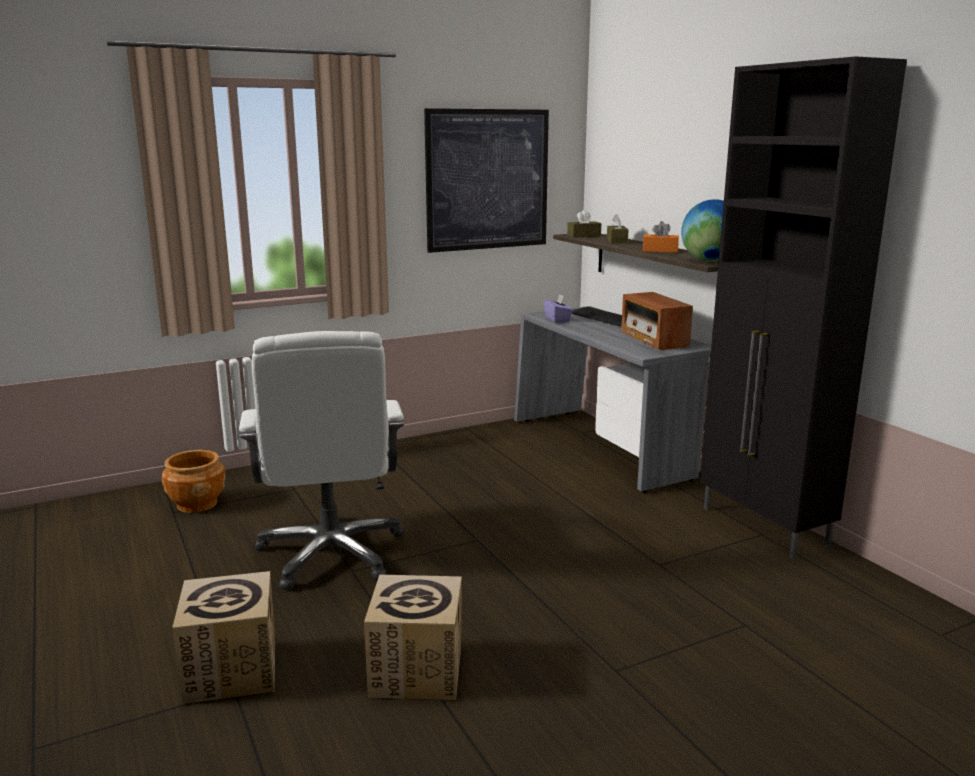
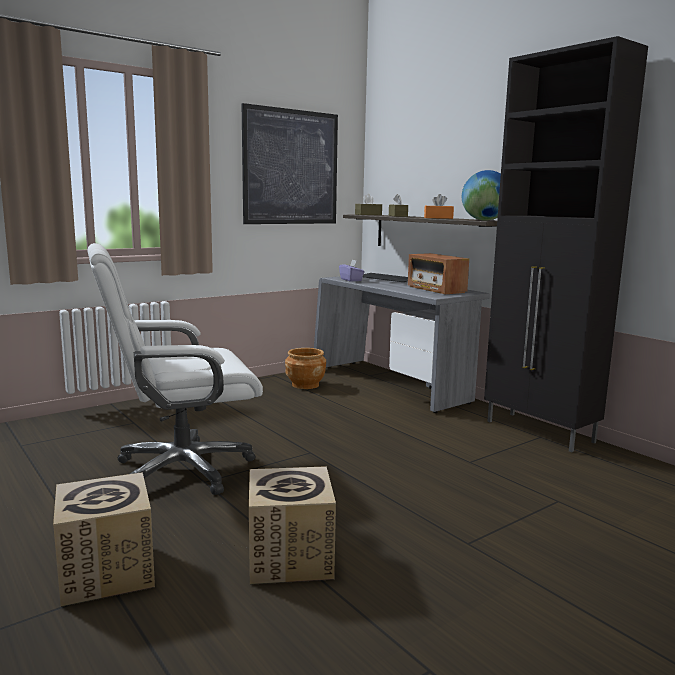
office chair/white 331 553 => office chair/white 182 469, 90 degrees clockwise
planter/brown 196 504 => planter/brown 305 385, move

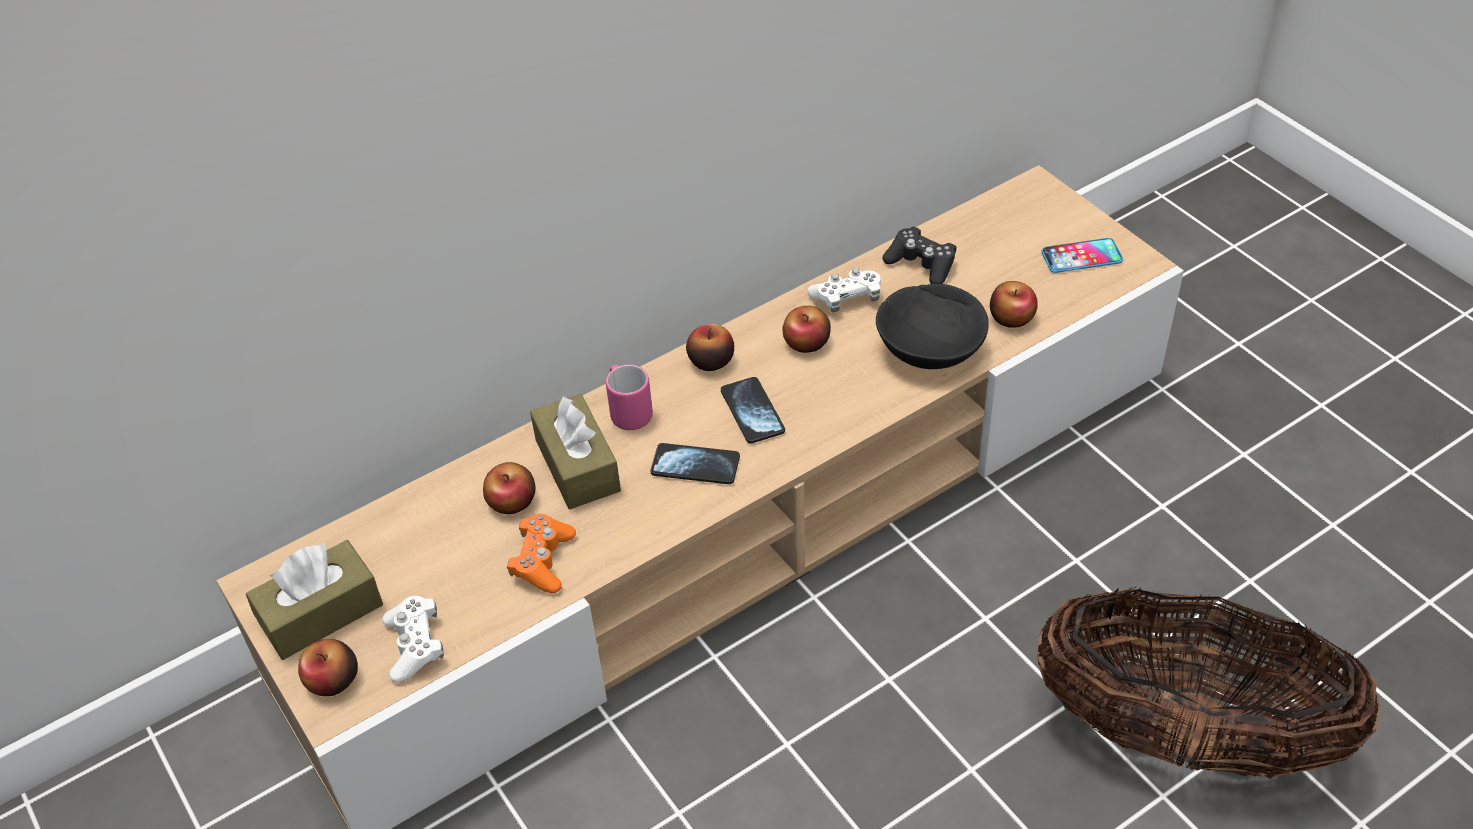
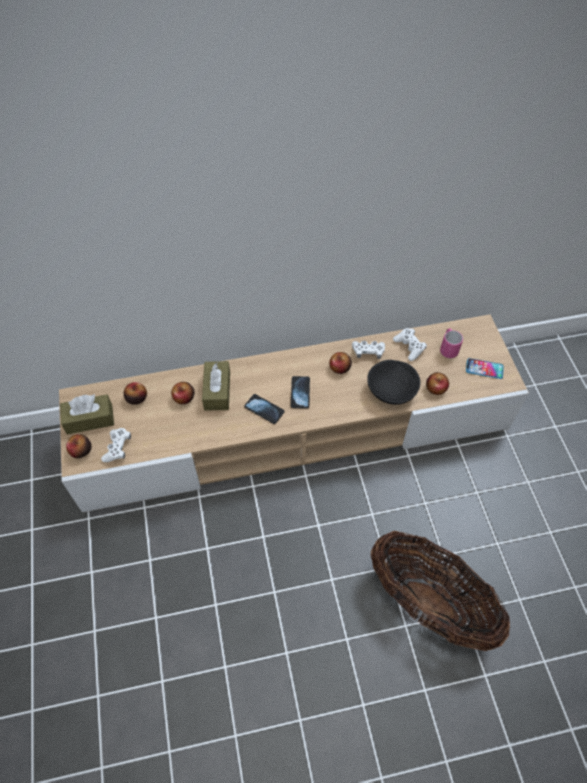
game controller/black 921 264 => game controller/white 409 347
apple 711 361 => apple 136 398, move
mug/pink 628 411 => mug/pink 448 349, move
game controller/orange 543 561 => nothing

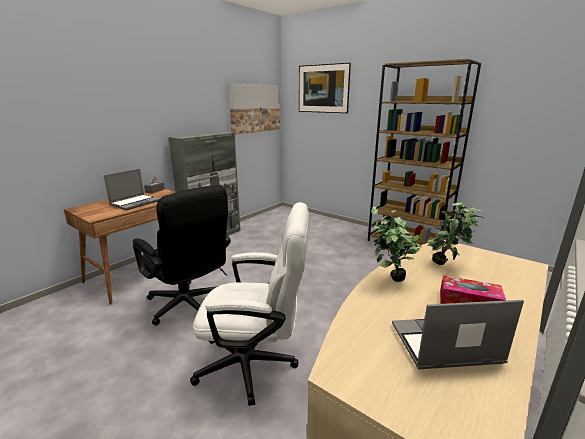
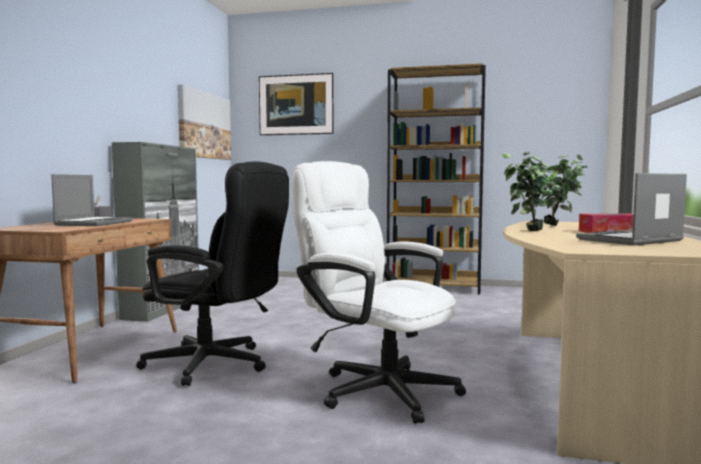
office chair/white 255 364 => office chair/white 376 388, 120 degrees counterclockwise

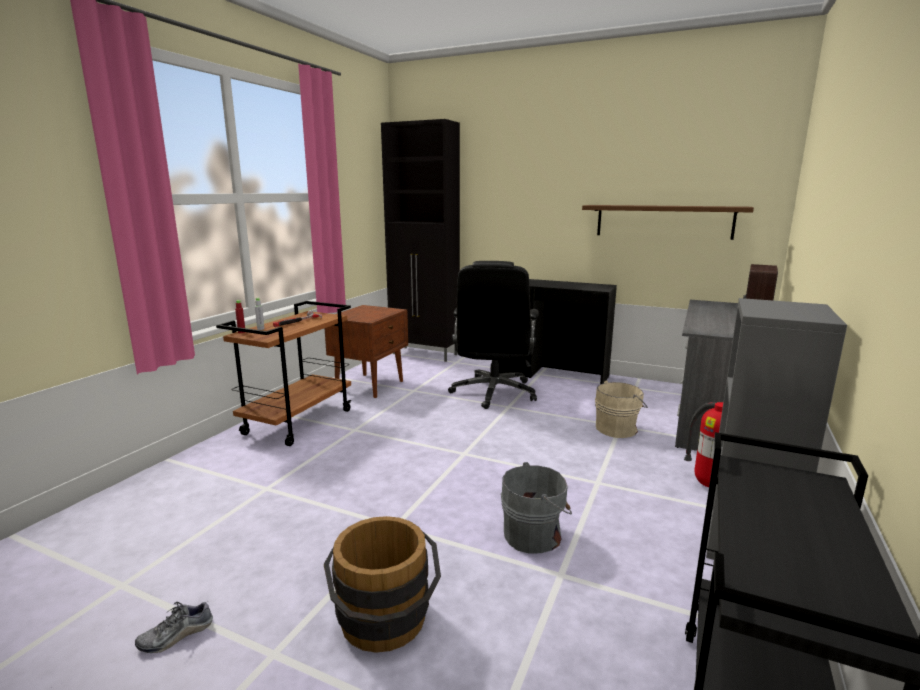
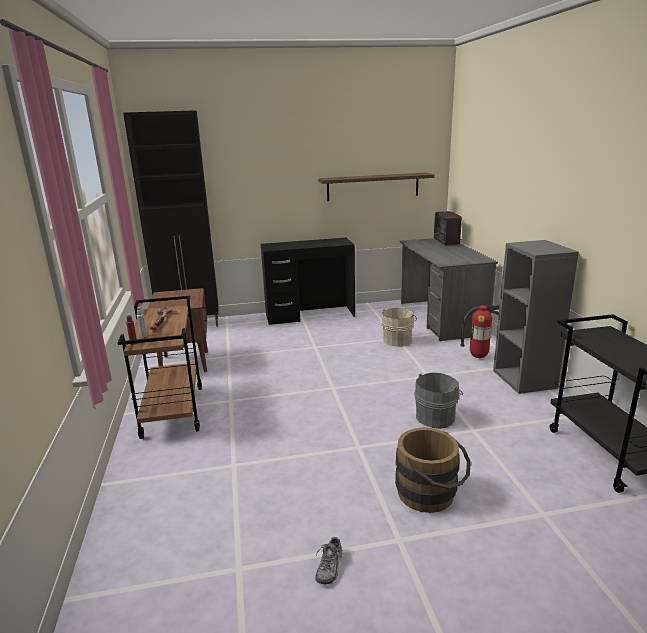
office chair/black 494 393 => nothing

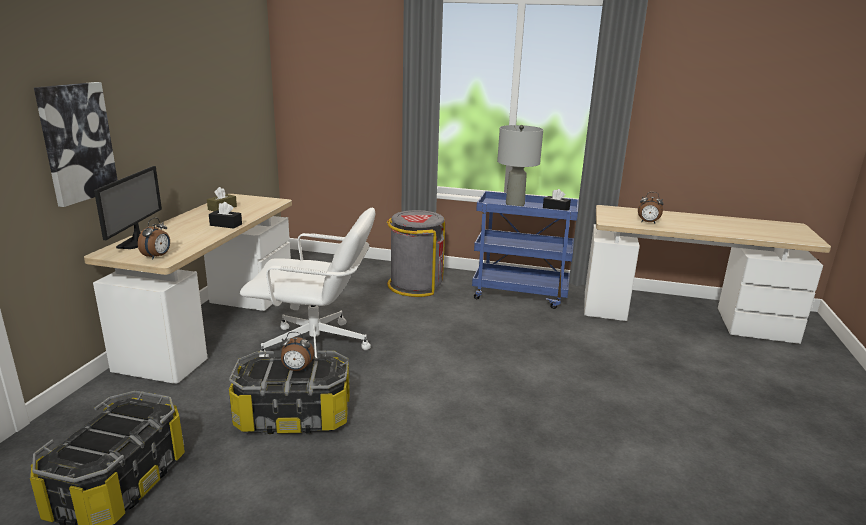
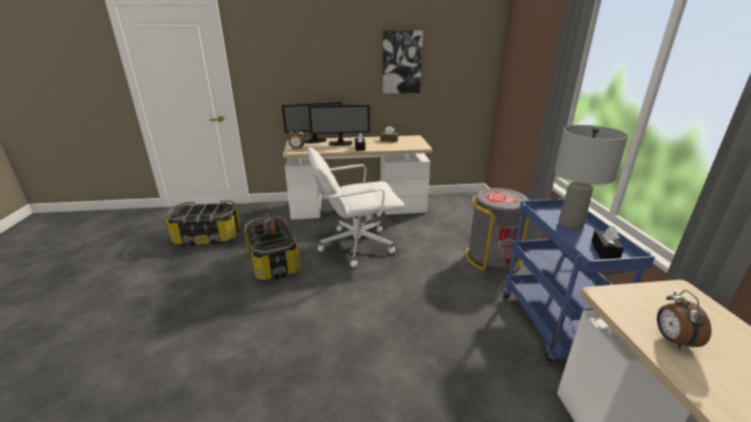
picture 77 142 => picture 401 62, move
office chair/white 316 347 => office chair/white 355 245, 90 degrees clockwise
nothing => monitor 340 143

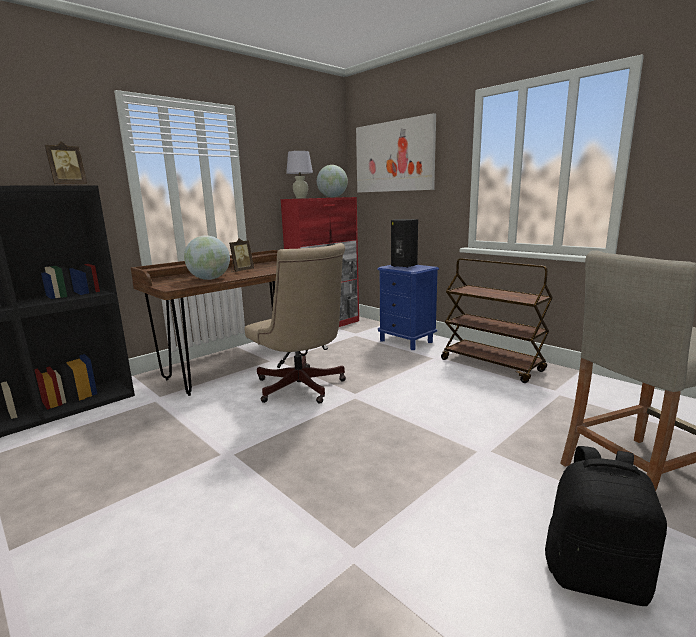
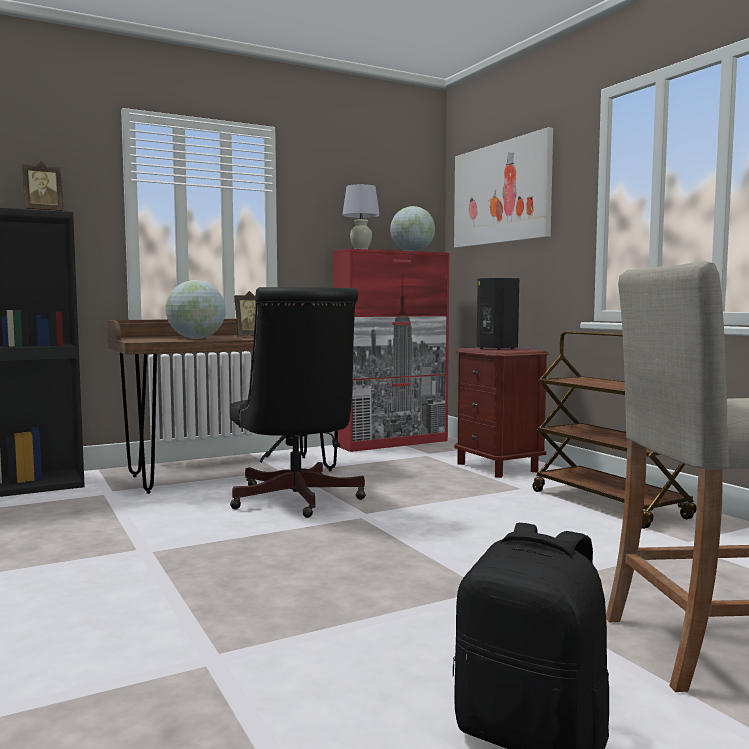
office chair/beige 301 389 => office chair/black 296 501
nightstand/blue 406 341 => nightstand/brown 497 467

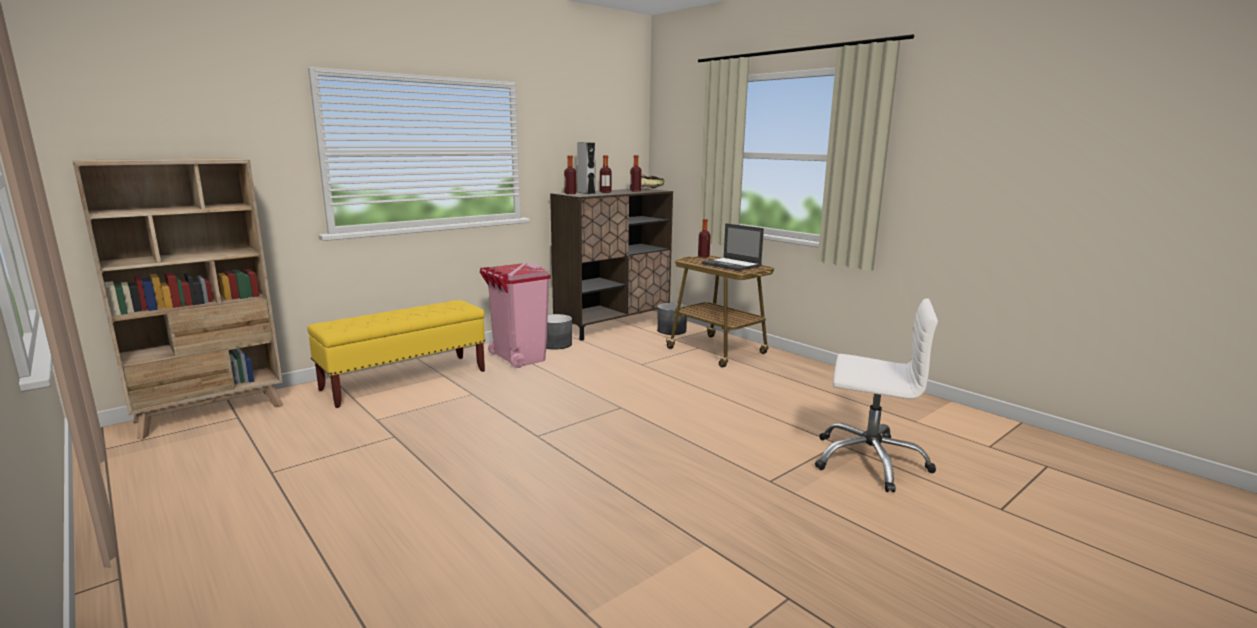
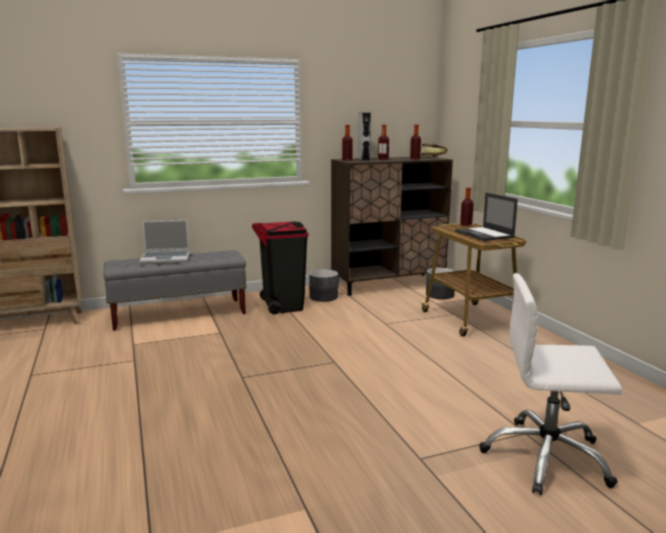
trash can/pink 519 358 => trash can/black 282 306
office chair/white 869 461 => office chair/white 546 457, 150 degrees clockwise
bench/yellow 405 380 => bench/grey 179 314
nothing => laptop 166 258

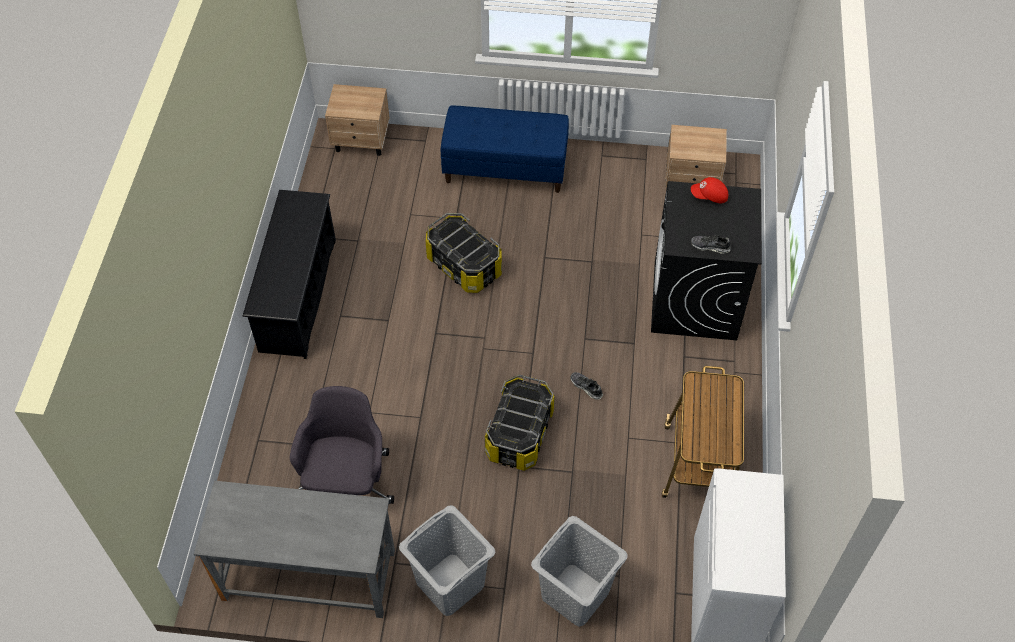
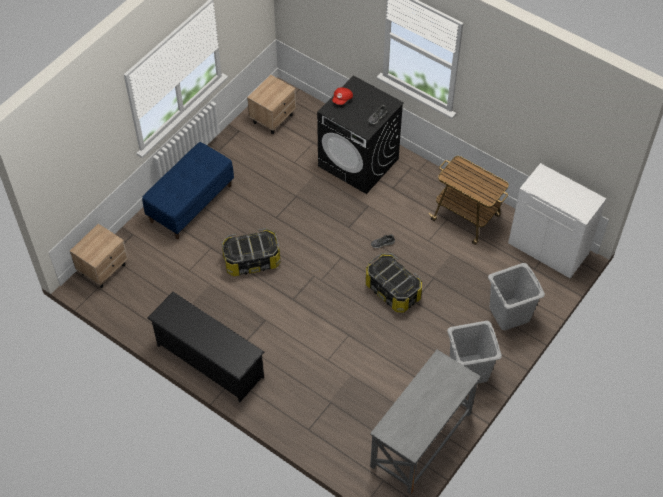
office chair/grey 348 485 => nothing

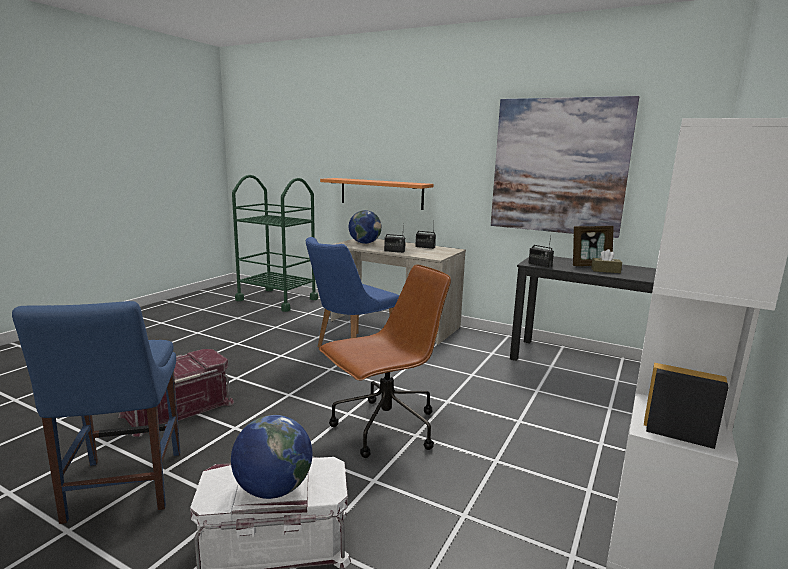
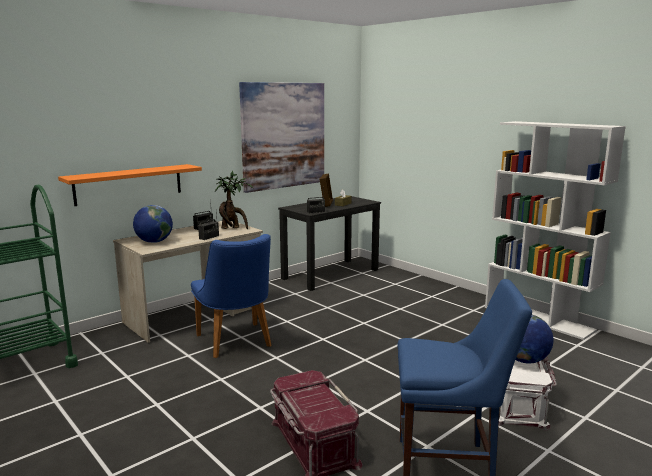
office chair/brown 384 429 => nothing
nothing => potted plant 233 228

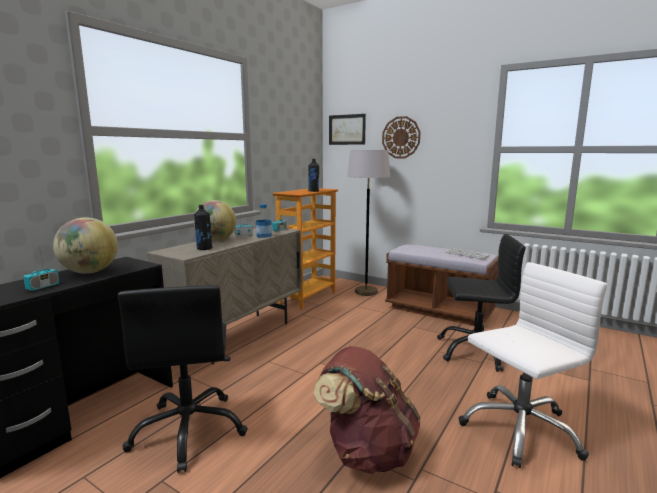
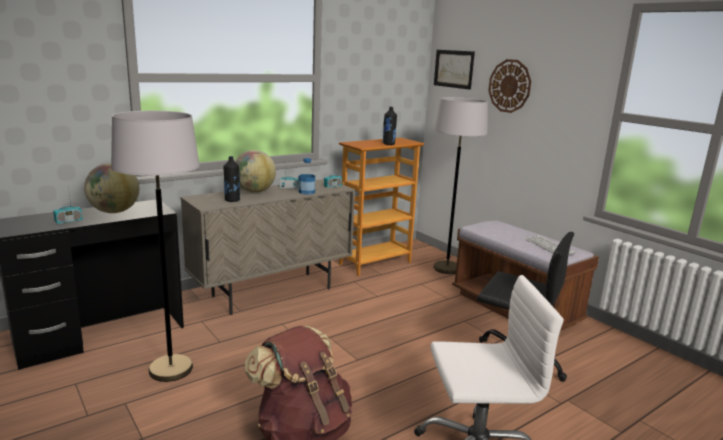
office chair/black 189 430 => floor lamp/grey 171 369

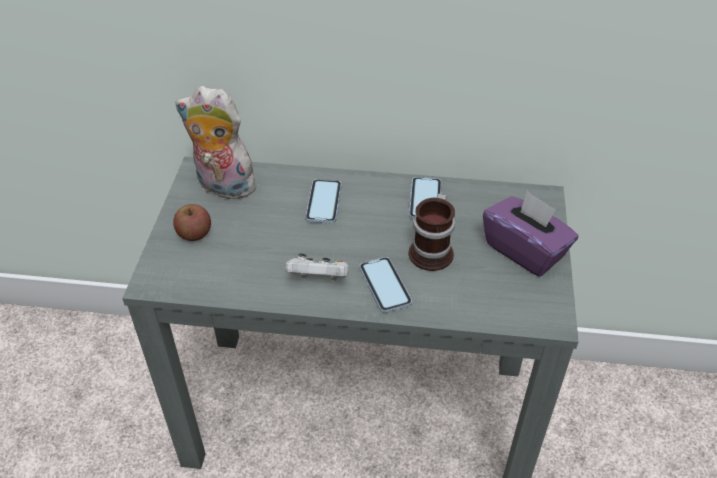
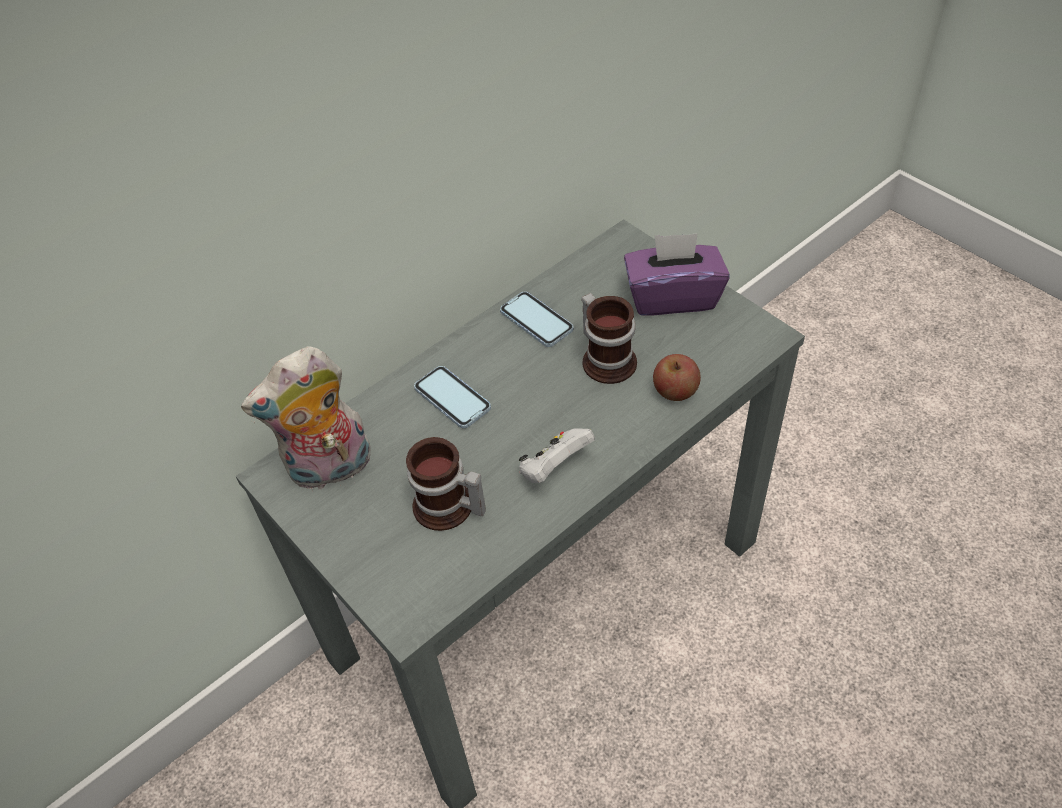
apple 194 234 => apple 675 390, move
phone 385 286 => nothing
nothing => mug 447 509

